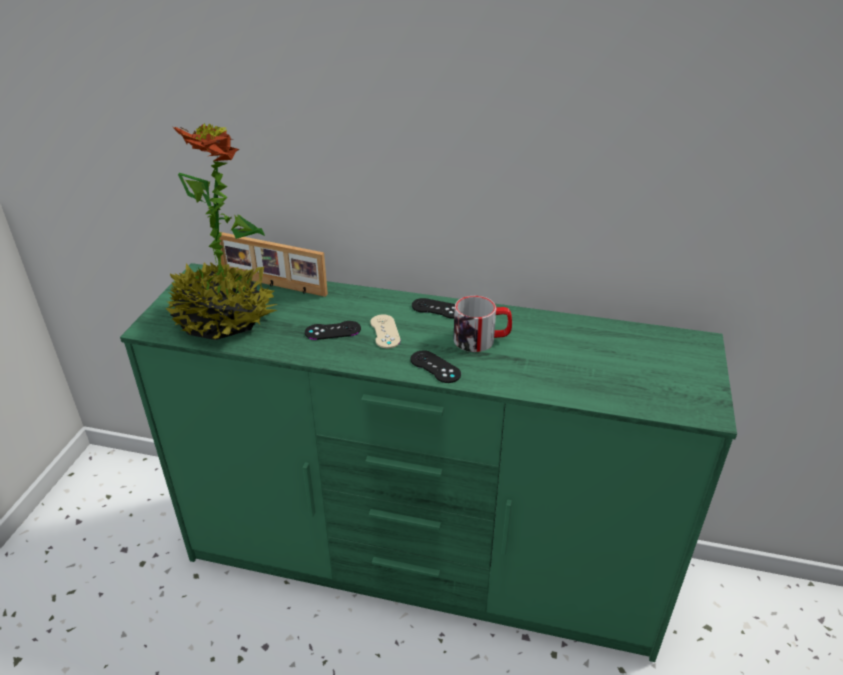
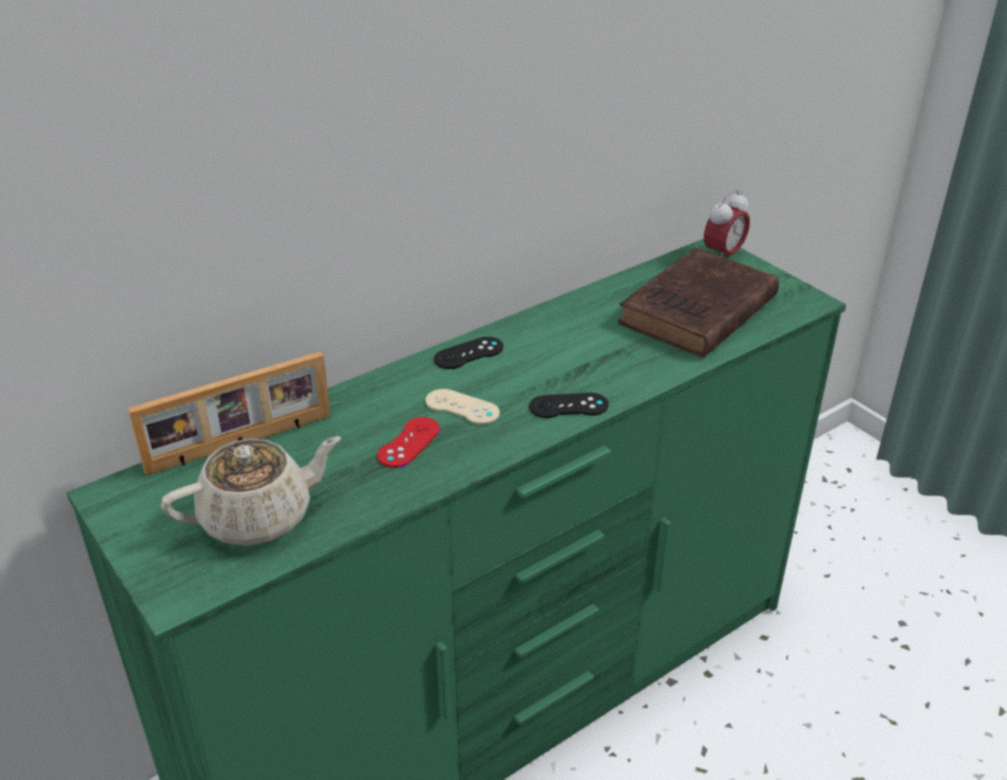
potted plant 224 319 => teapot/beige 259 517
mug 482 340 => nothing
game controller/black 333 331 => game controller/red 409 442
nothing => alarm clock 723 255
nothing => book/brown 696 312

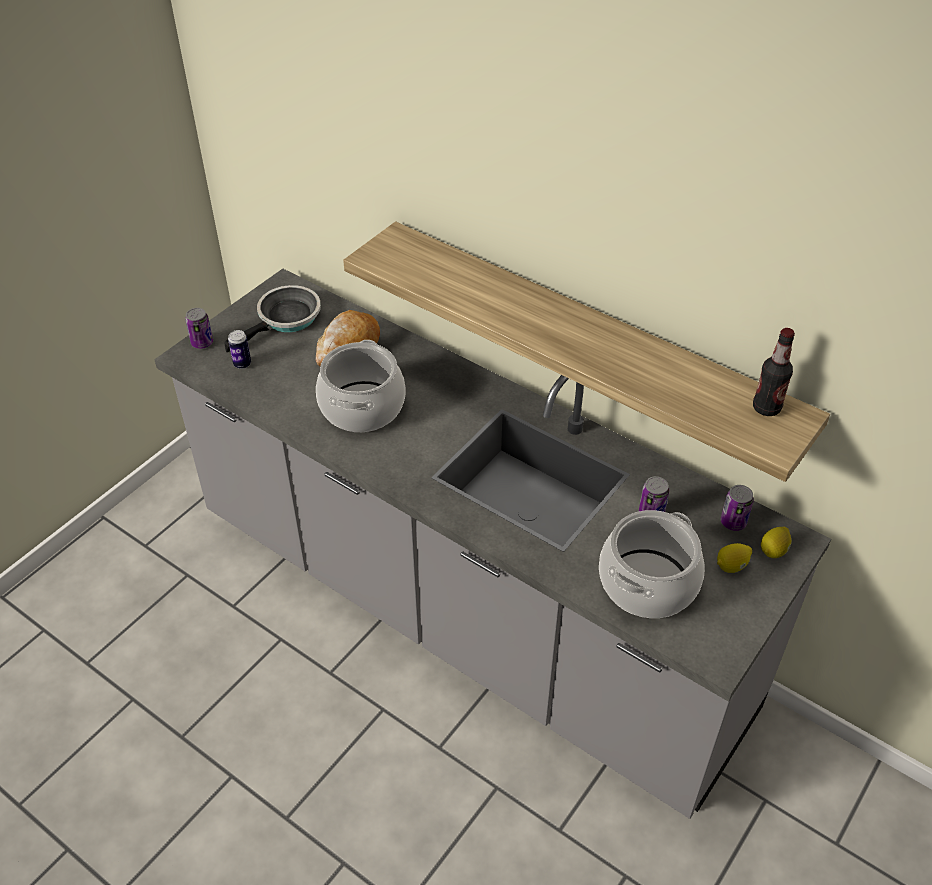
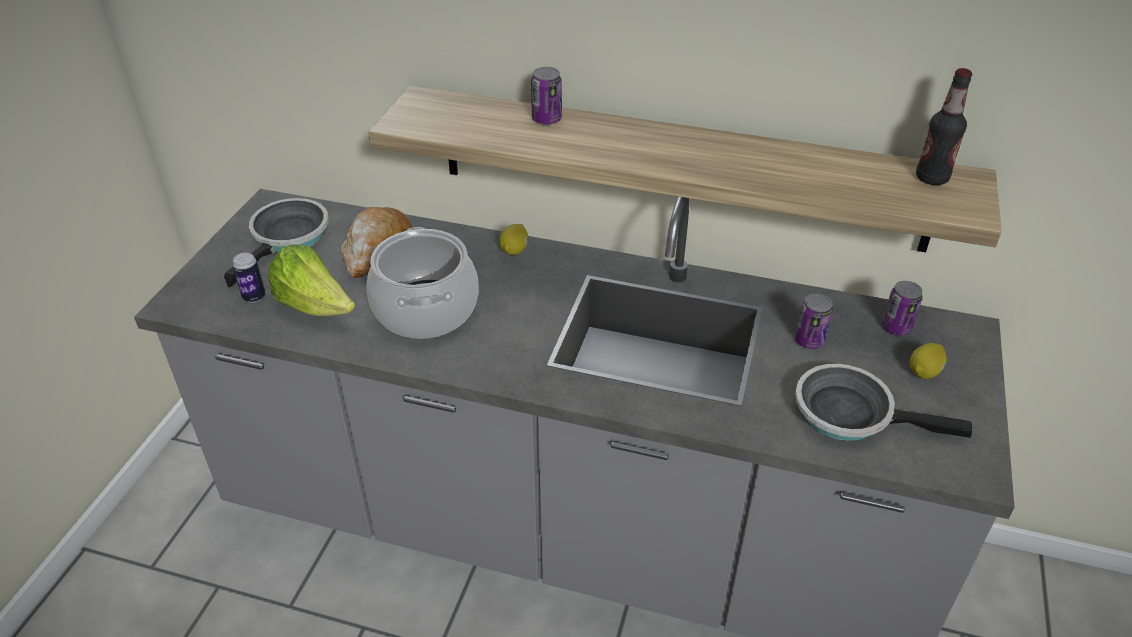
can 202 343 => can 546 119, move
cooking pot 647 583 => frying pan 851 414
lemon 773 551 => lemon 514 250, move
nothing => lettuce 315 306

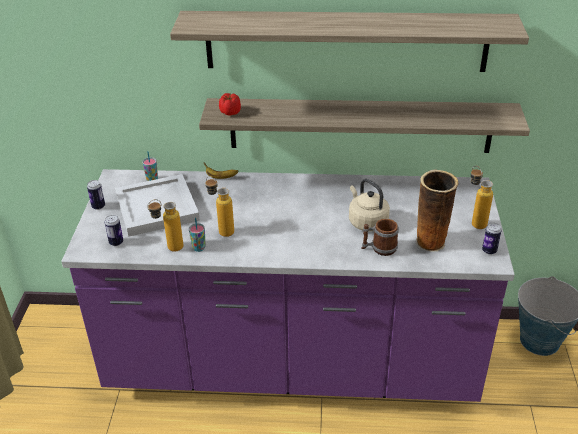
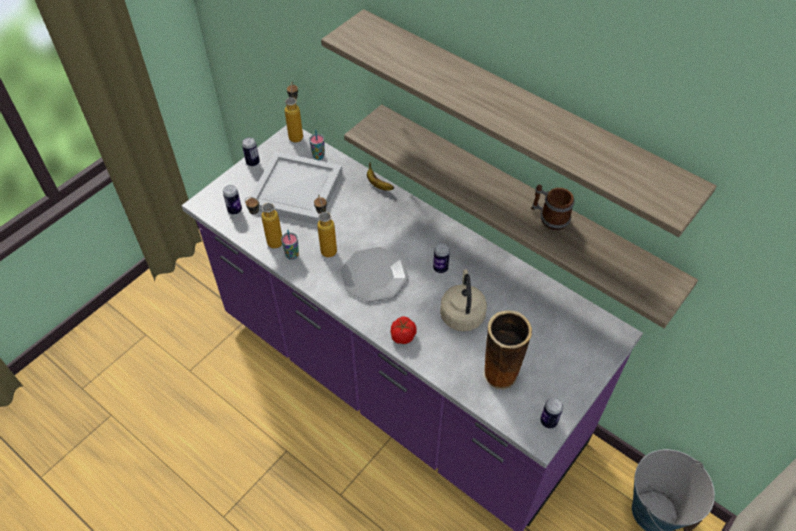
tomato 230 113 => tomato 402 336, move
bottle 474 221 => bottle 296 133, move
mug 379 248 => mug 549 217, move
nothing => can 440 268
nothing => plate 374 275

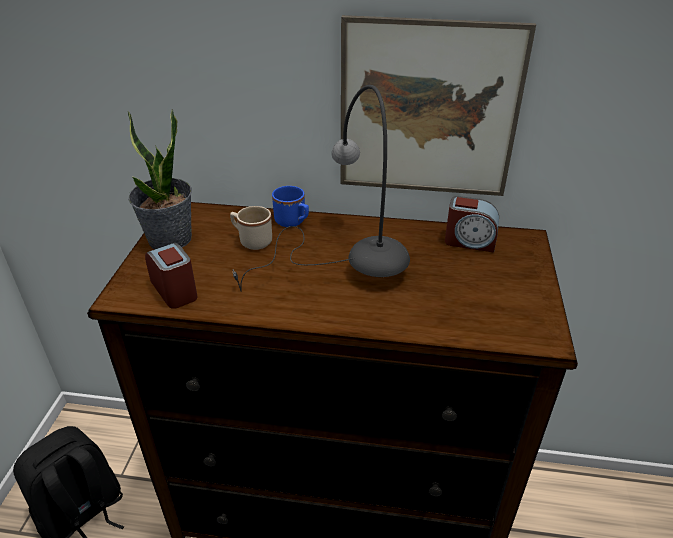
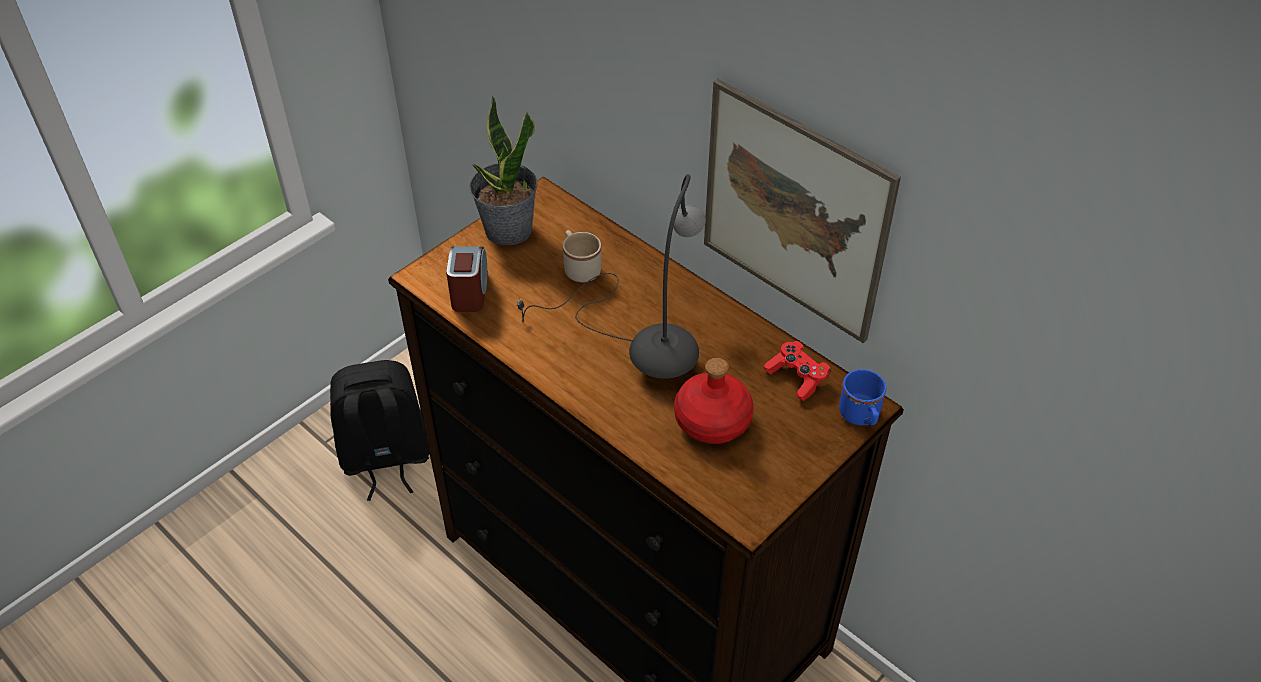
mug/blue 293 222 => mug/blue 861 417, move
alarm clock 469 241 => game controller/red 797 377
nothing => bottle/red 711 420

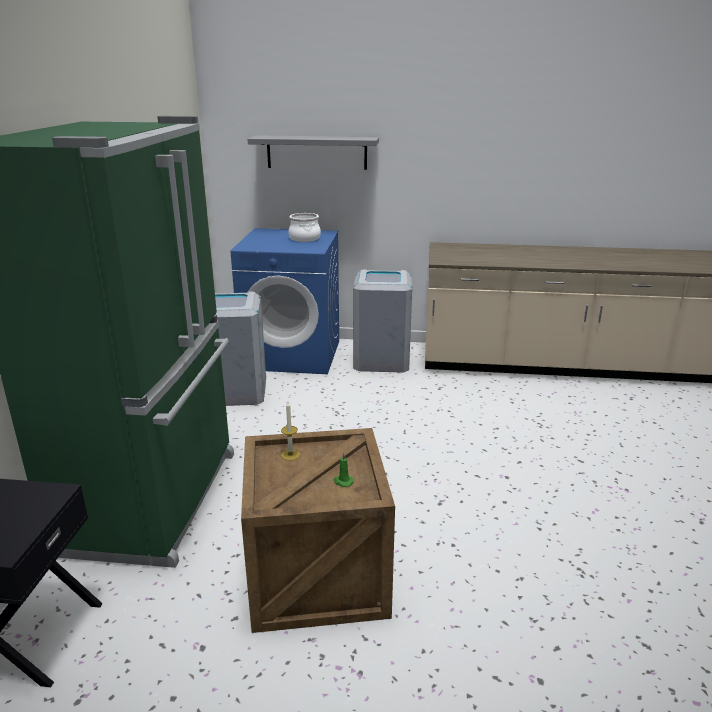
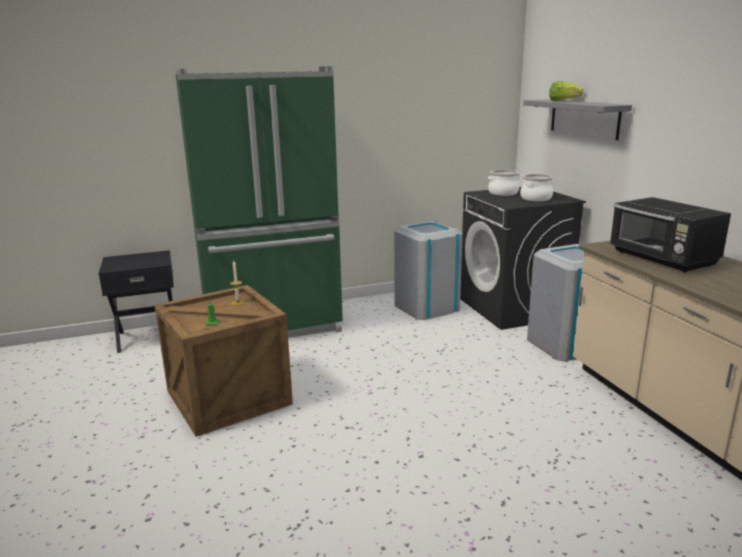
washing machine/blue 293 355 => washing machine/black 514 308
nothing => lettuce 563 101
nothing => cooking pot 503 193
nothing => microwave/black 662 259

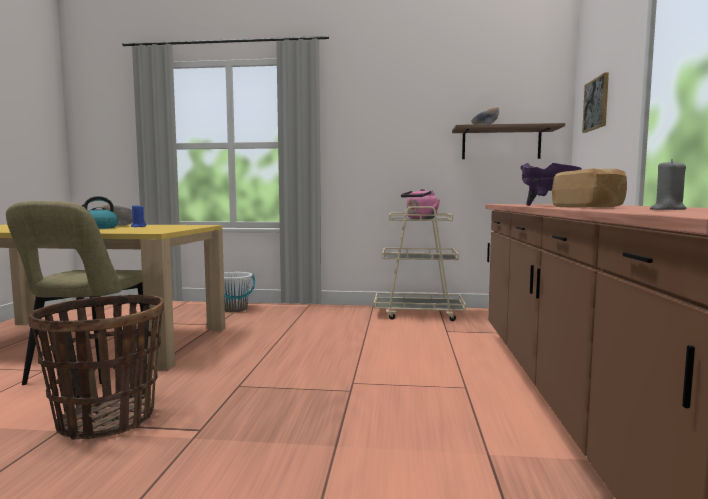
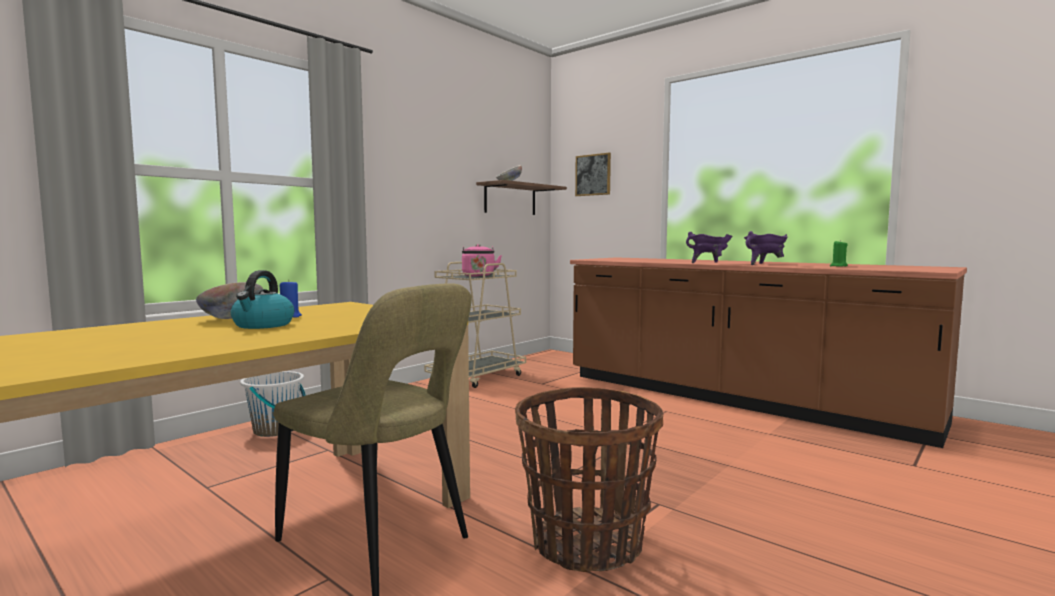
candle/grey 667 209 => candle/green 838 266
bread 587 207 => cooking pot/purple 764 264

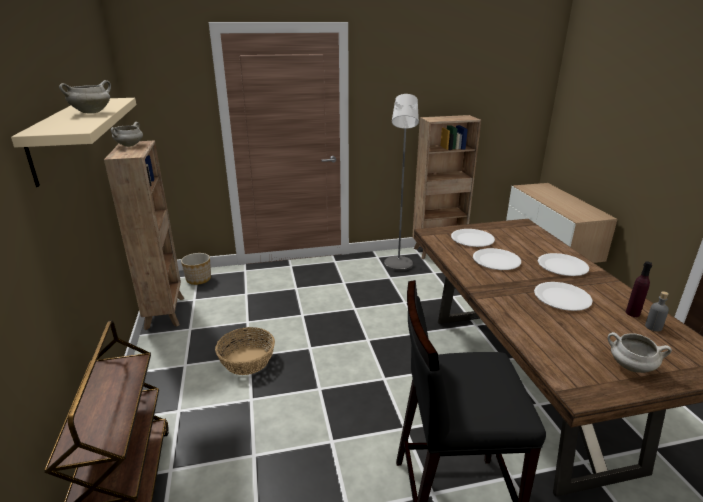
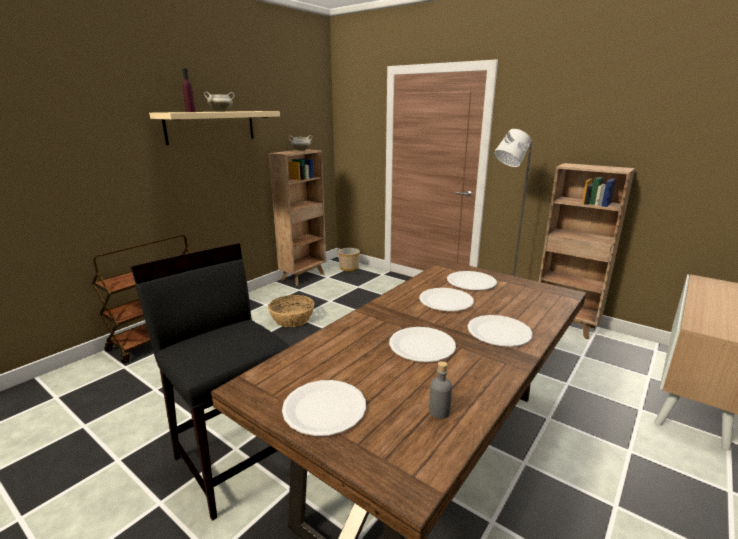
bottle/purple 632 313 => bottle/purple 190 112, move
cooking pot/white 630 367 => plate/white 324 408

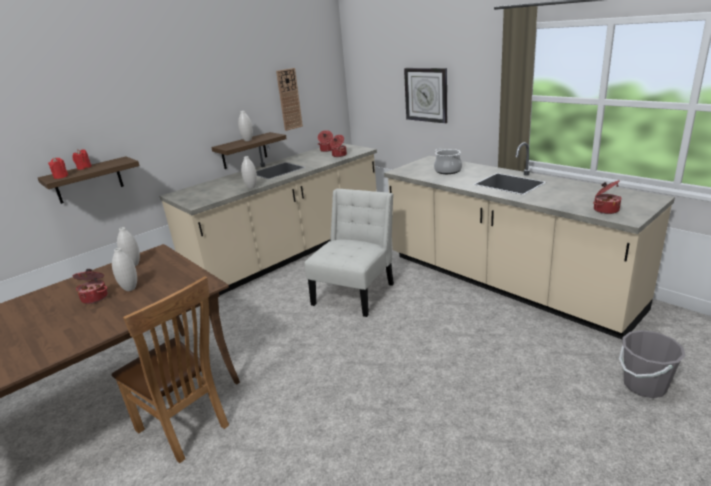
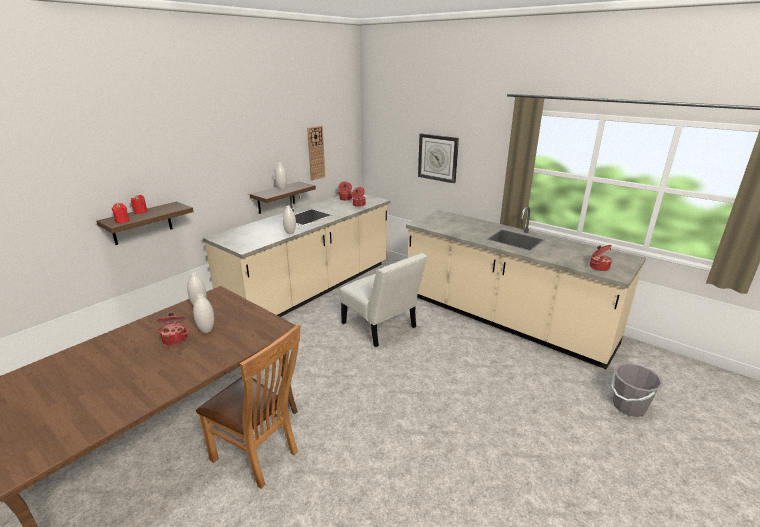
cooking pot 447 171 => nothing
chair/white 356 292 => chair/white 381 327, 120 degrees clockwise

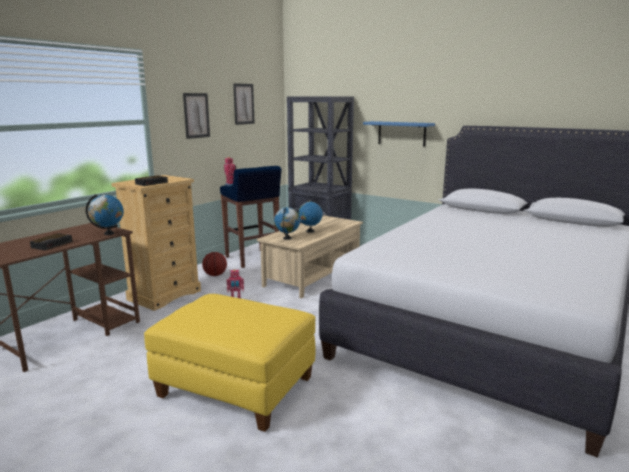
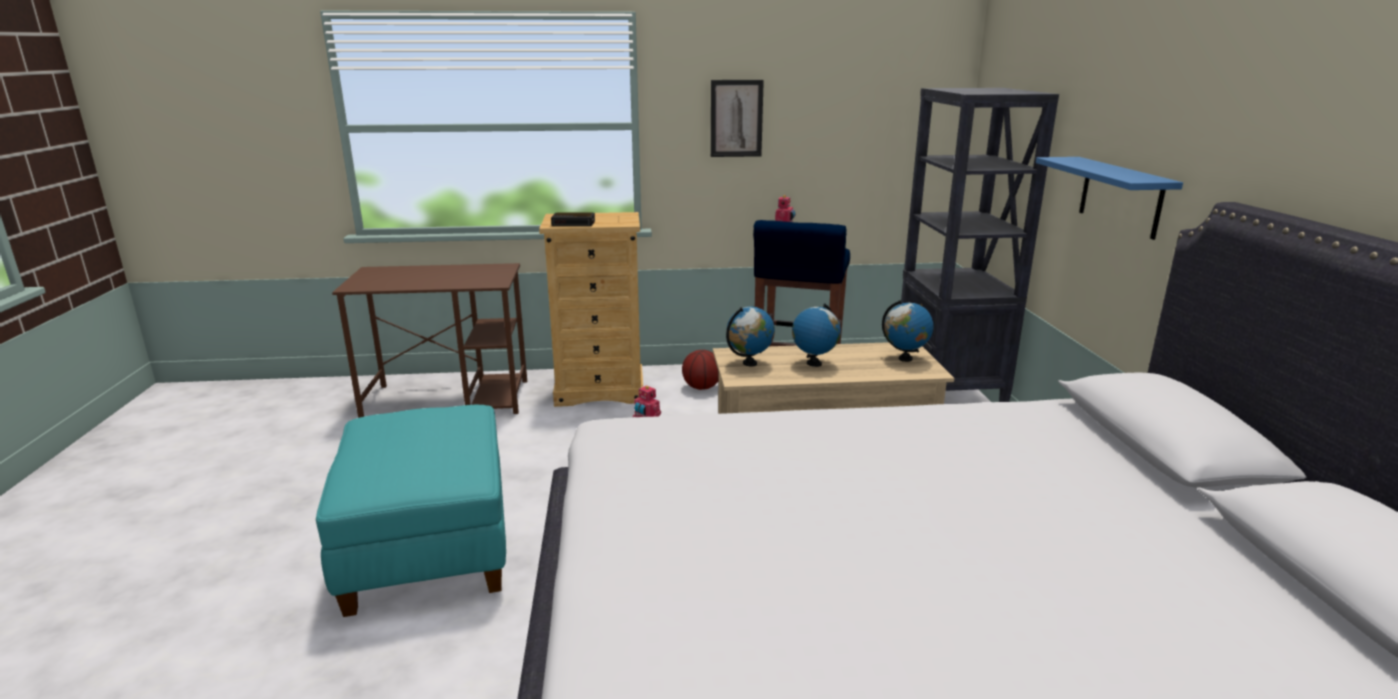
picture 243 104 => nothing
globe 109 233 => globe 905 359, move
alarm clock 53 244 => nothing
ottoman/yellow 235 388 => ottoman/turquoise 428 548

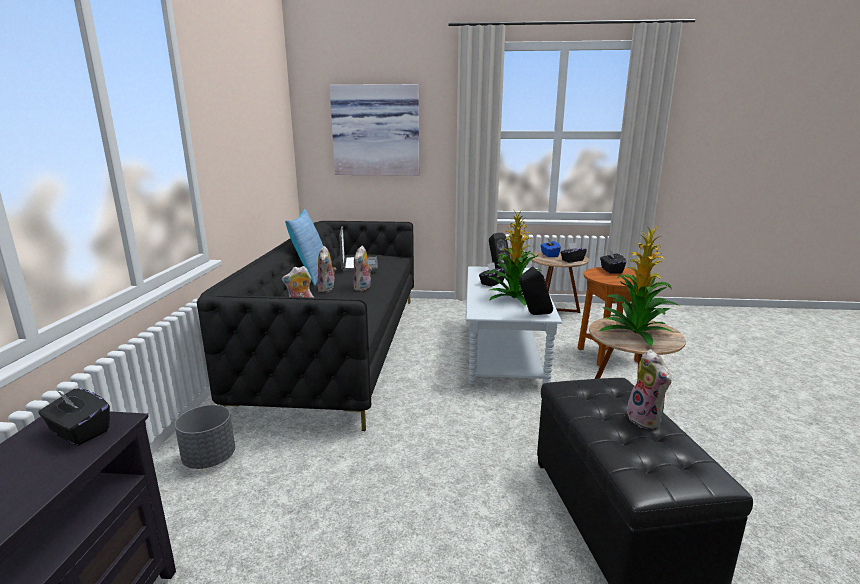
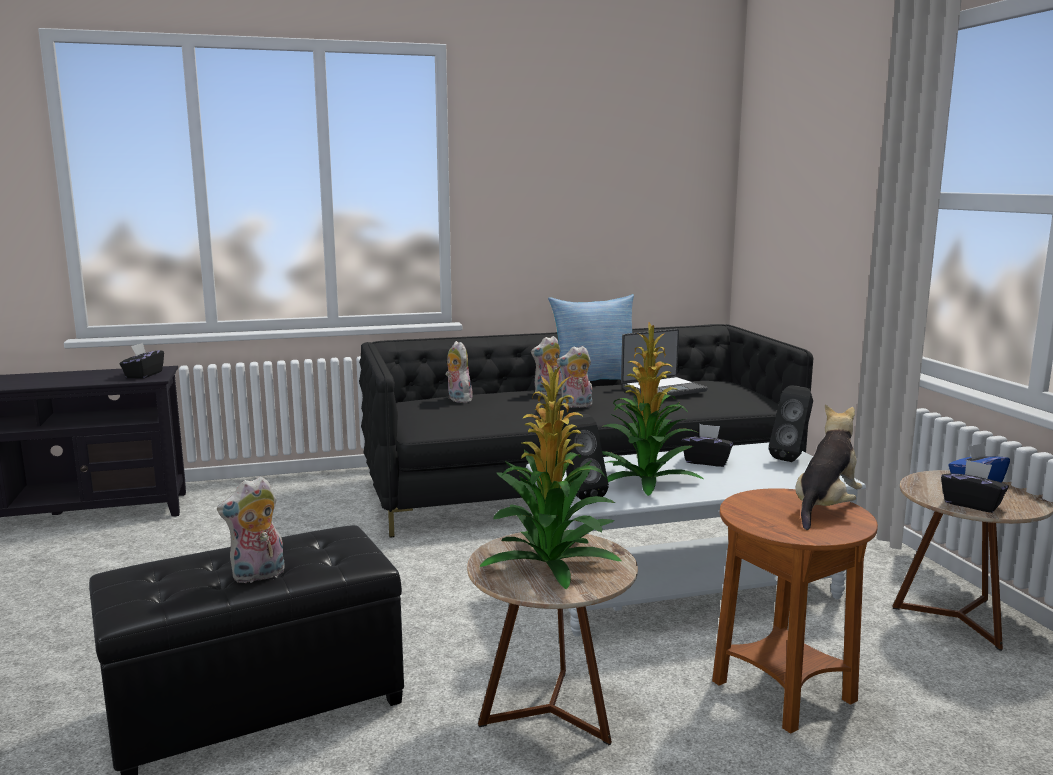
picture 376 131 => nothing
tissue box/black 611 270 => plush toy 825 508
planter/grey 209 459 => nothing

